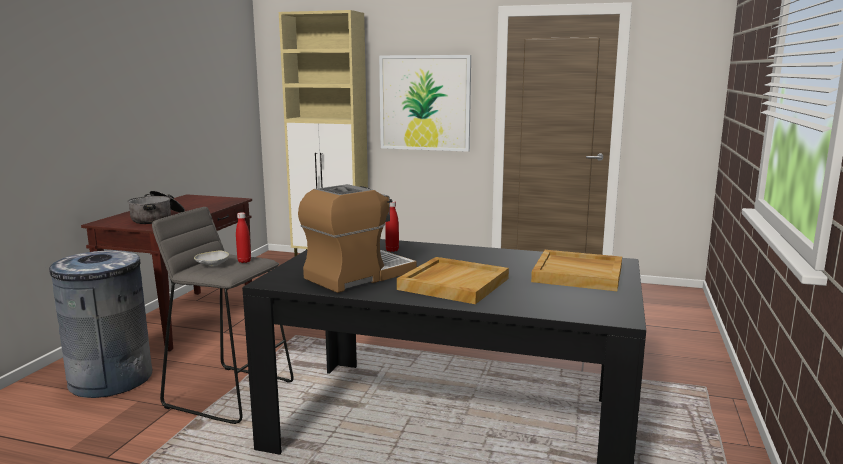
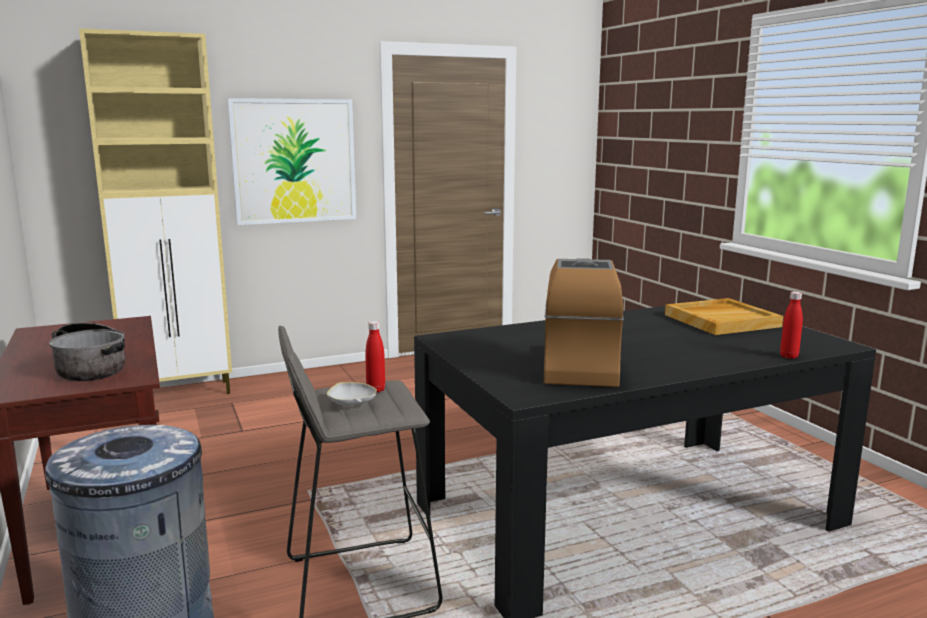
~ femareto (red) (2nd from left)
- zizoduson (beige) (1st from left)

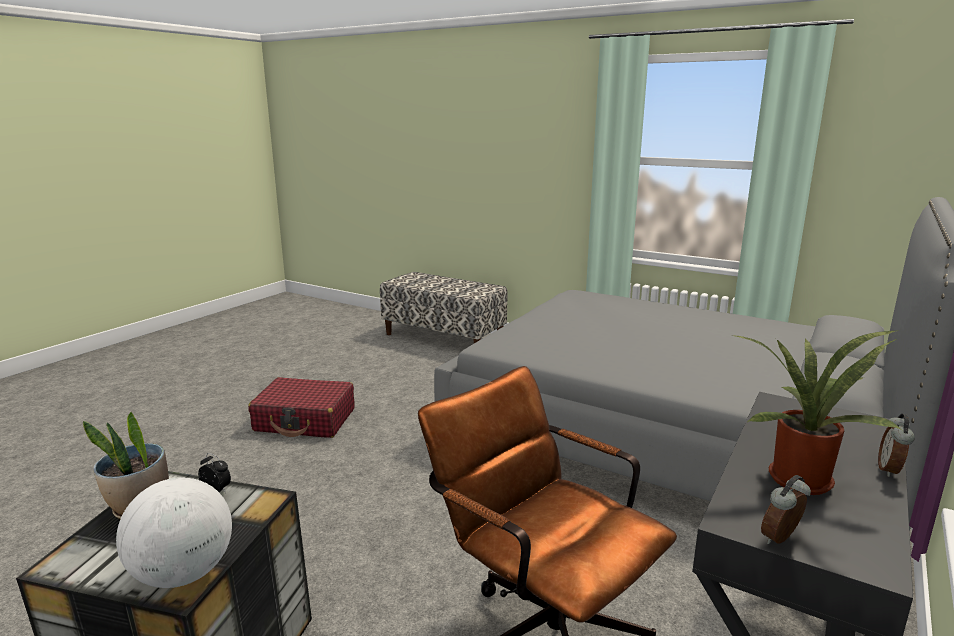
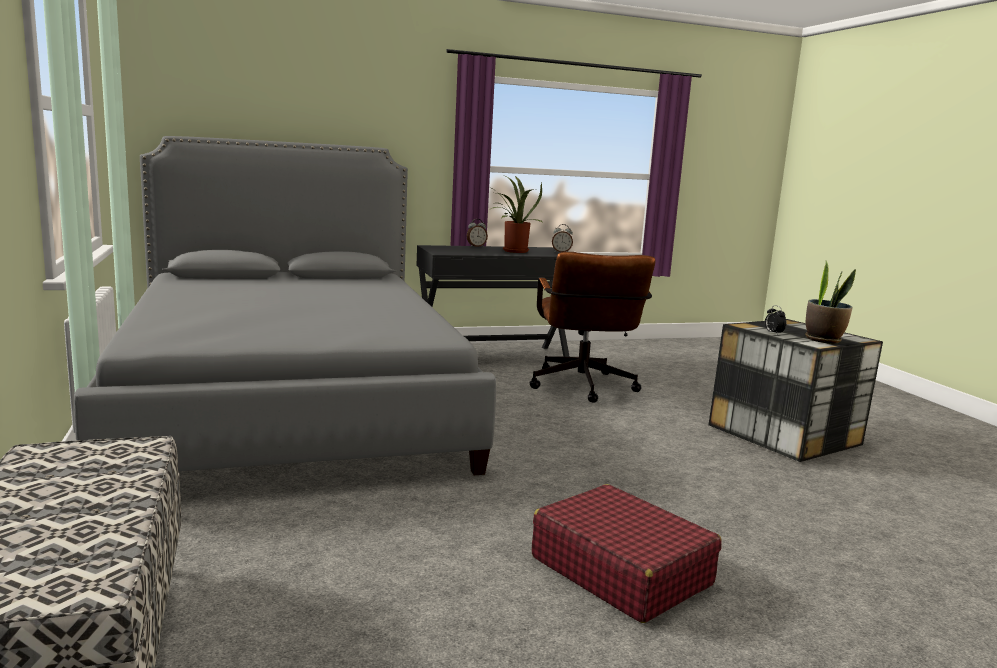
- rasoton

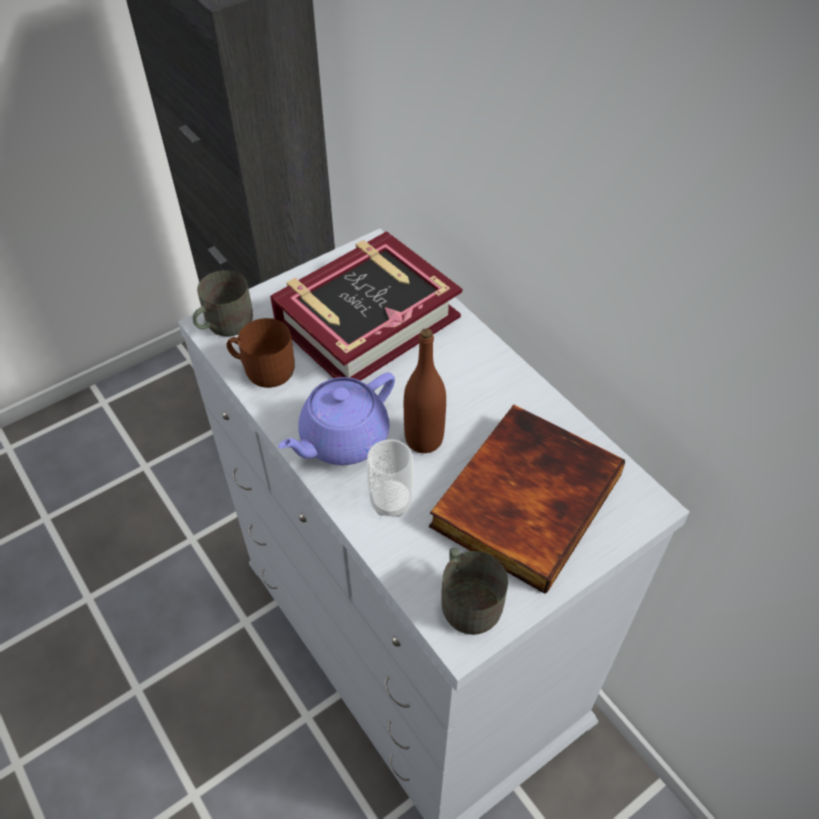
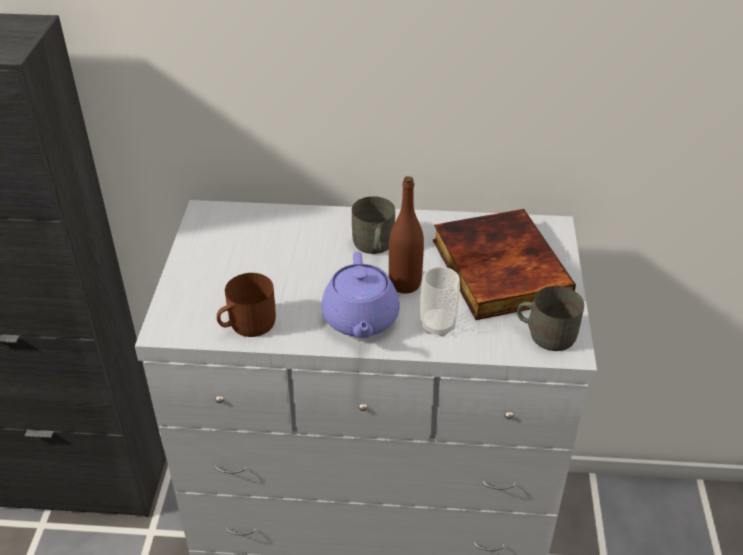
~ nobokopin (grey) (1st from left)
- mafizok (1st from left)

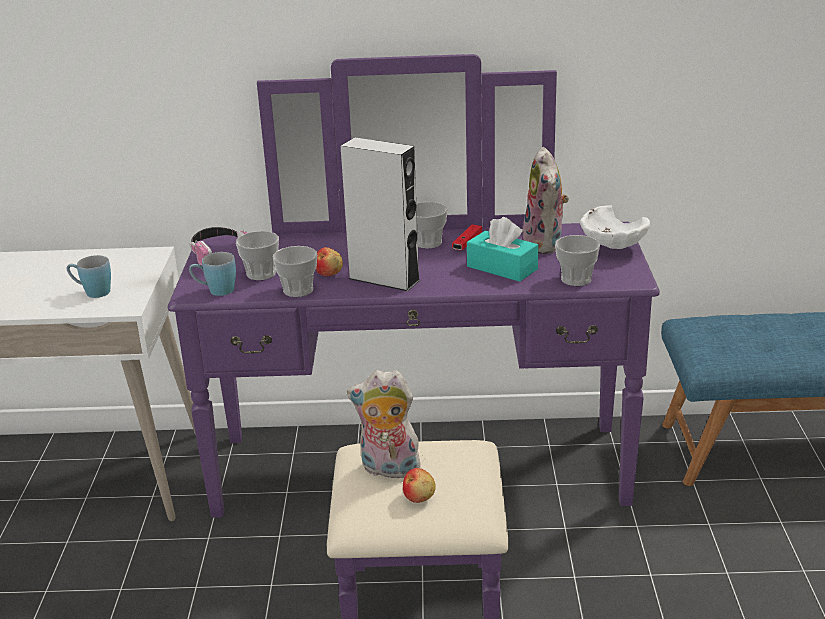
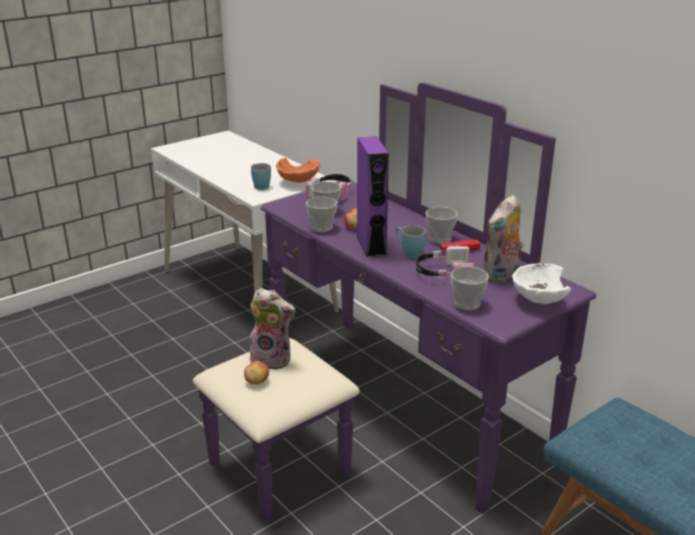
~ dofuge (1st from left) 135 degrees clockwise
+ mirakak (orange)
~ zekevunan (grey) to zekevunan (purple)
~ nobokopin (blue) (2nd from left)
~ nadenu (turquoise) to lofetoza (2nd from left)

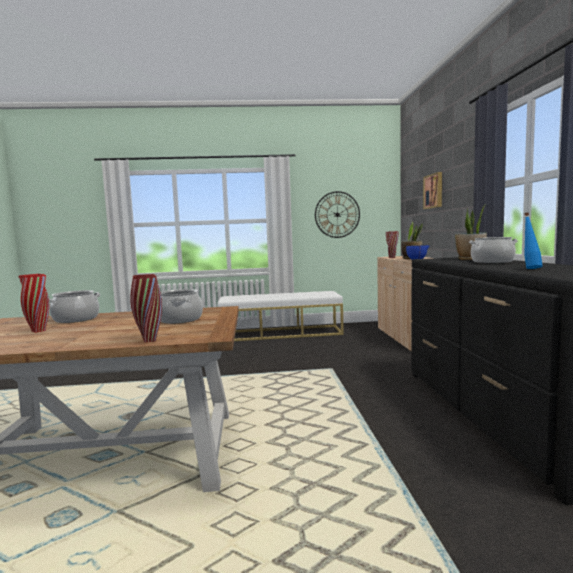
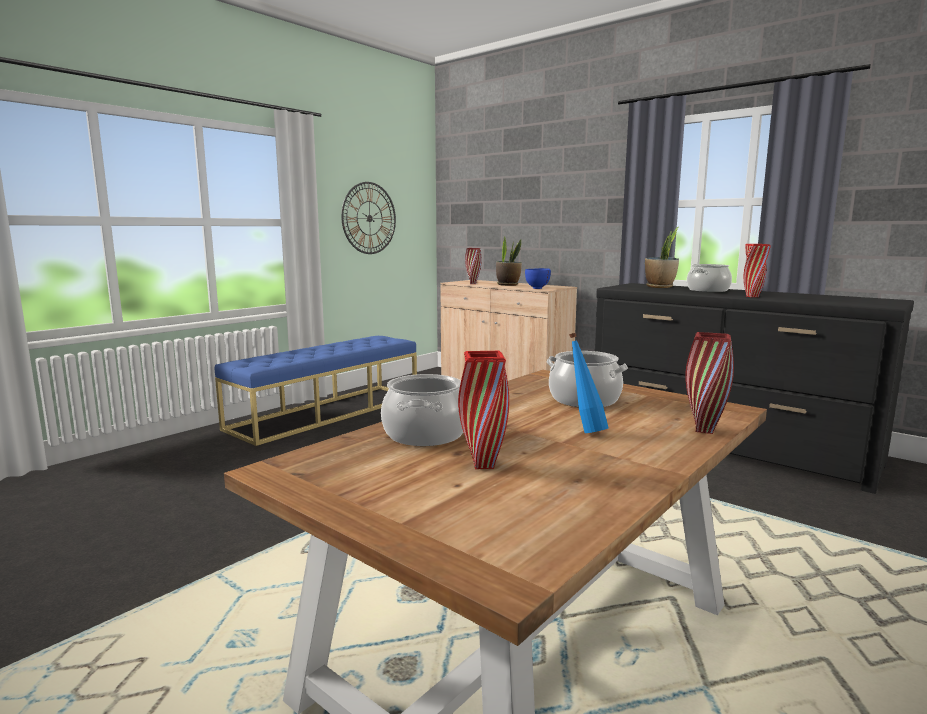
~ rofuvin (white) to rofuvin (blue)
~ femareto (blue)
+ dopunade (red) (4th from left)
- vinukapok

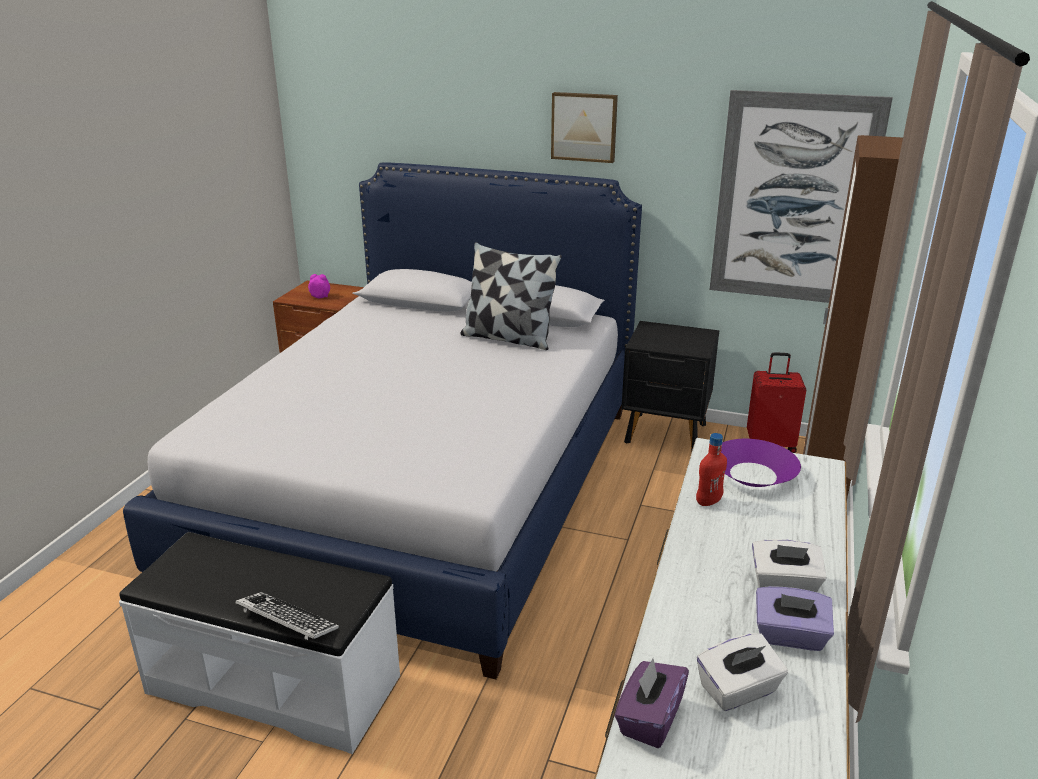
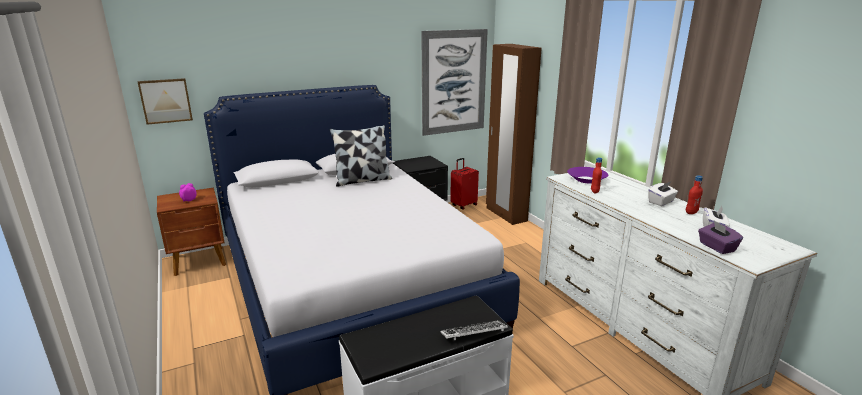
~ vinukapok (1st from left)
~ nadenu (purple) (2nd from left) to femareto (red) (2nd from left)

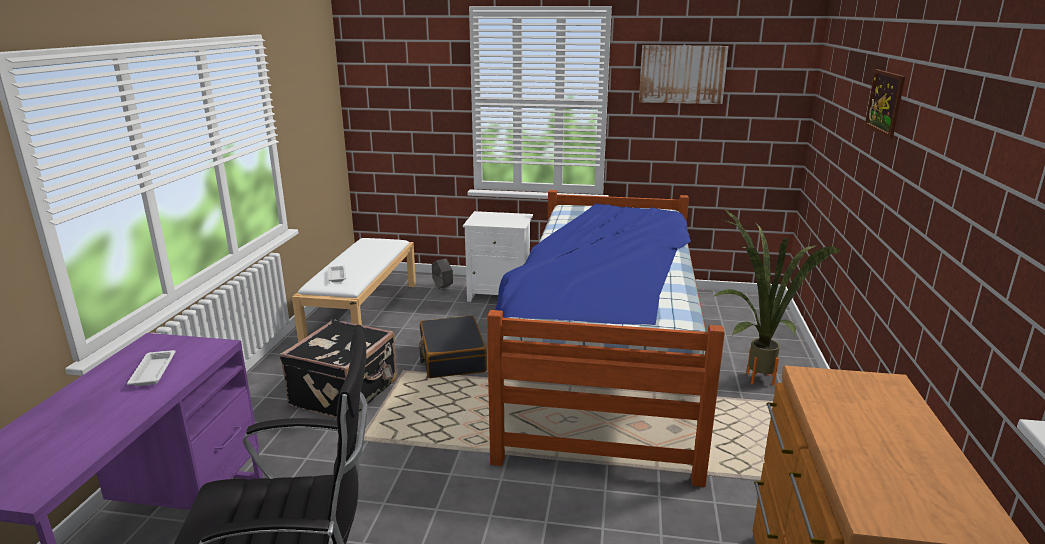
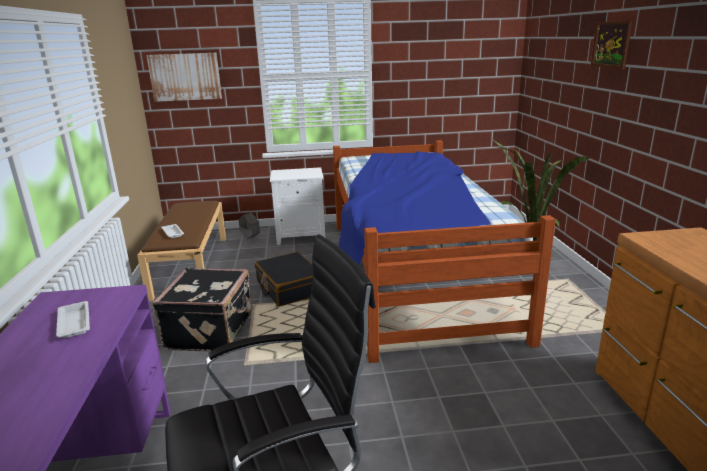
~ rofuvin (white) to rofuvin (brown)
~ vinukapok (1st from left)

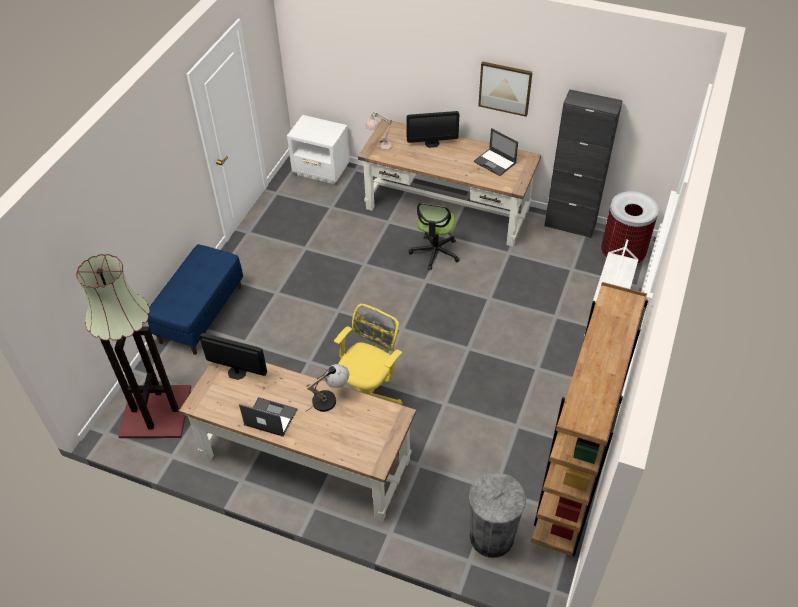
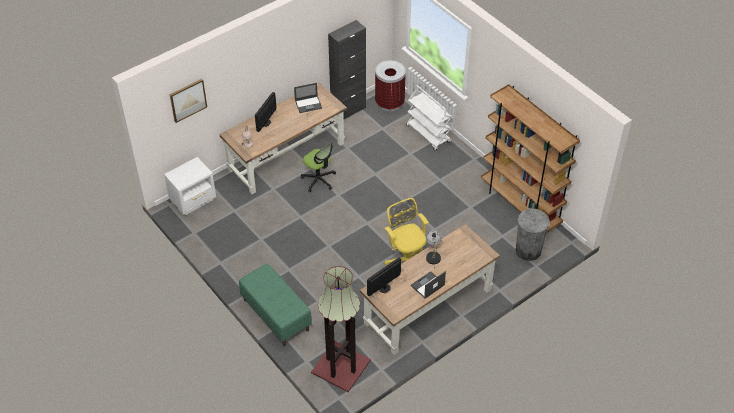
~ vinukapok
~ rofuvin (blue) to rofuvin (green)

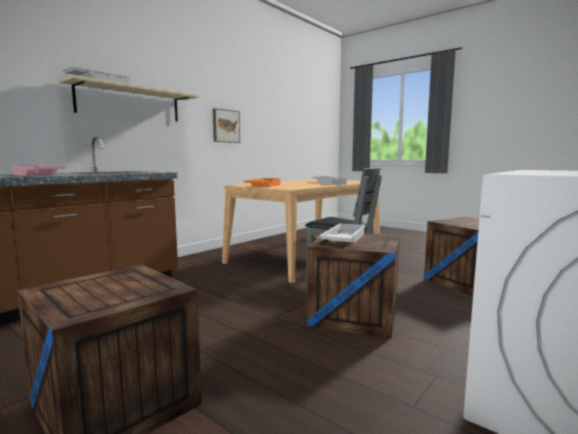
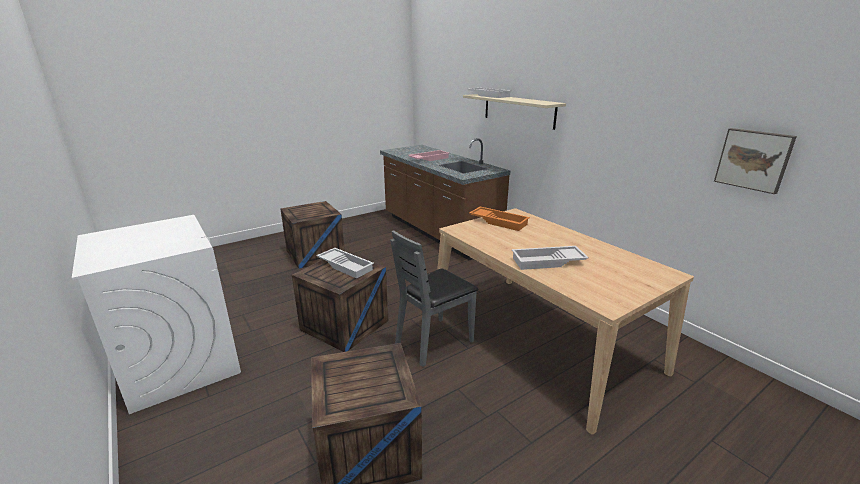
~ vinukapok

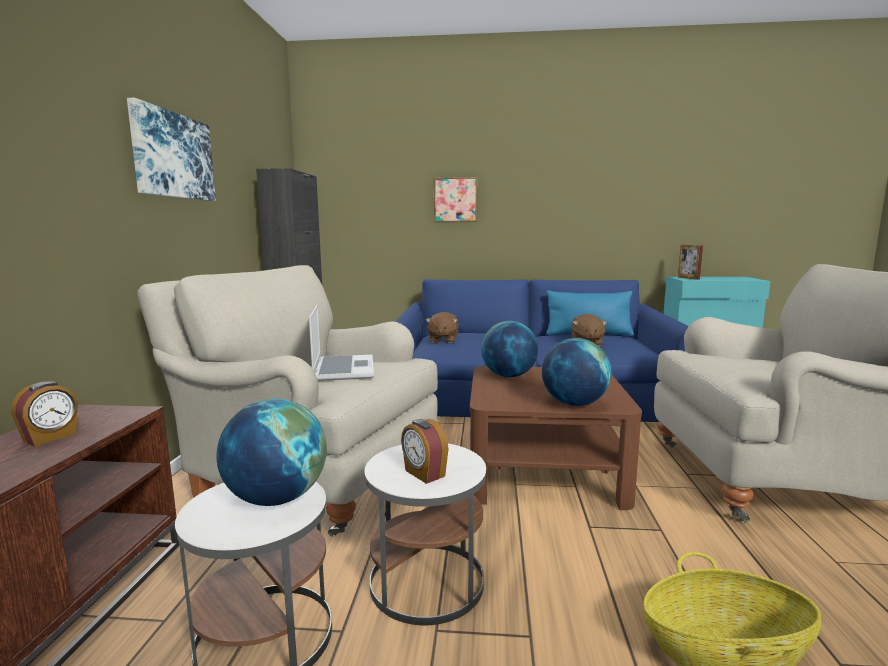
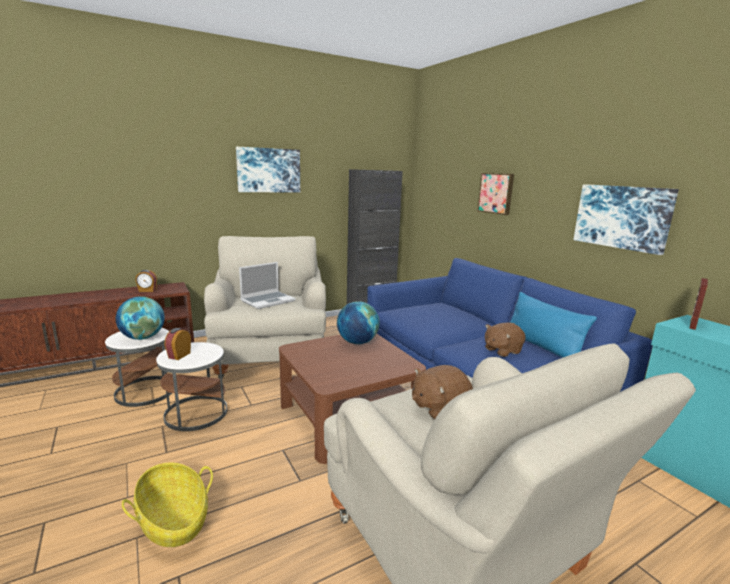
~ dofuge (brown) (1st from left)
+ vinukapok (3rd from left)
- rasoton (3rd from left)

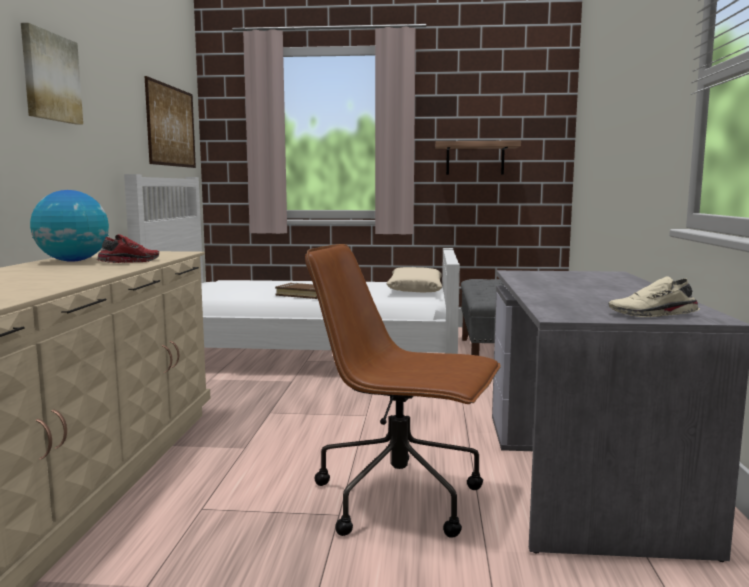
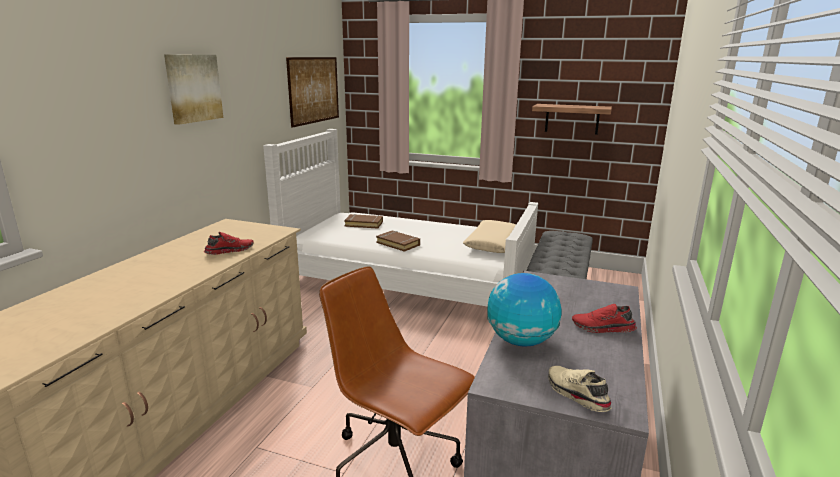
+ mafizok (brown) (1st from left)
~ rasoton
~ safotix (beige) 45 degrees clockwise
+ safotix (red) (2nd from left)

